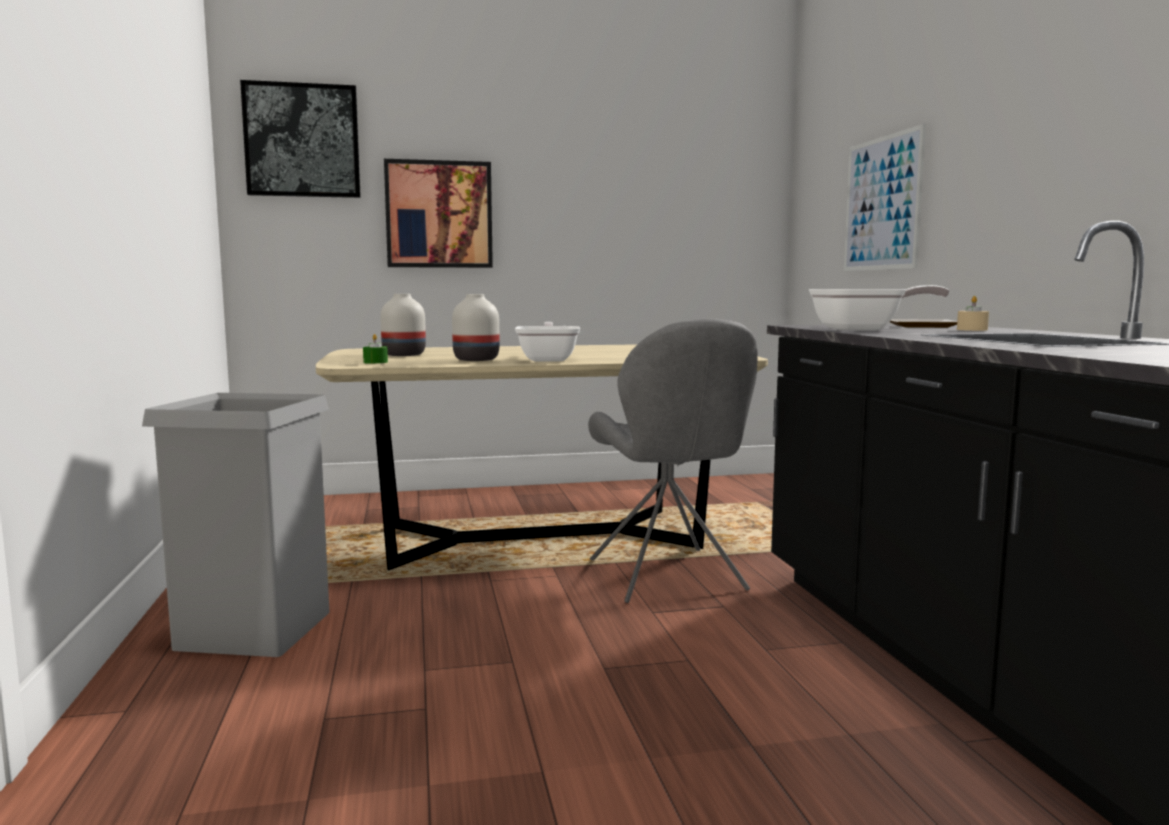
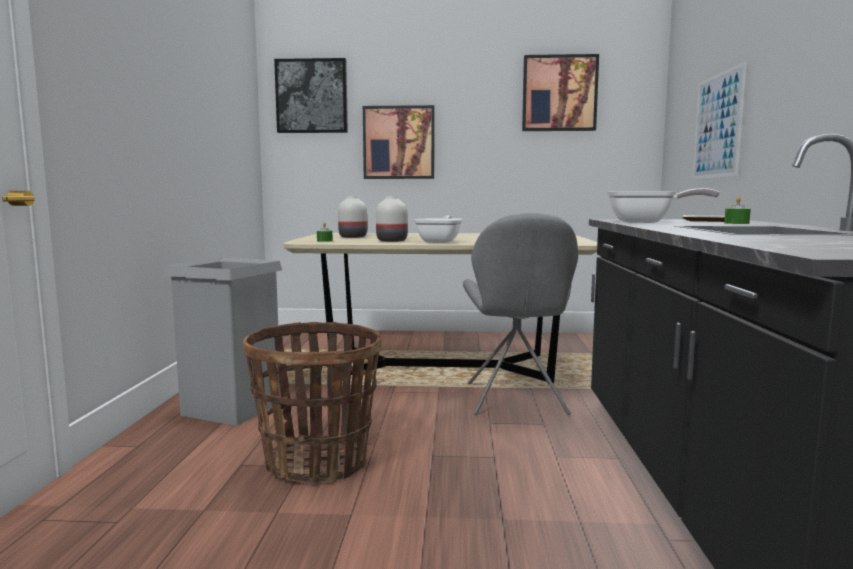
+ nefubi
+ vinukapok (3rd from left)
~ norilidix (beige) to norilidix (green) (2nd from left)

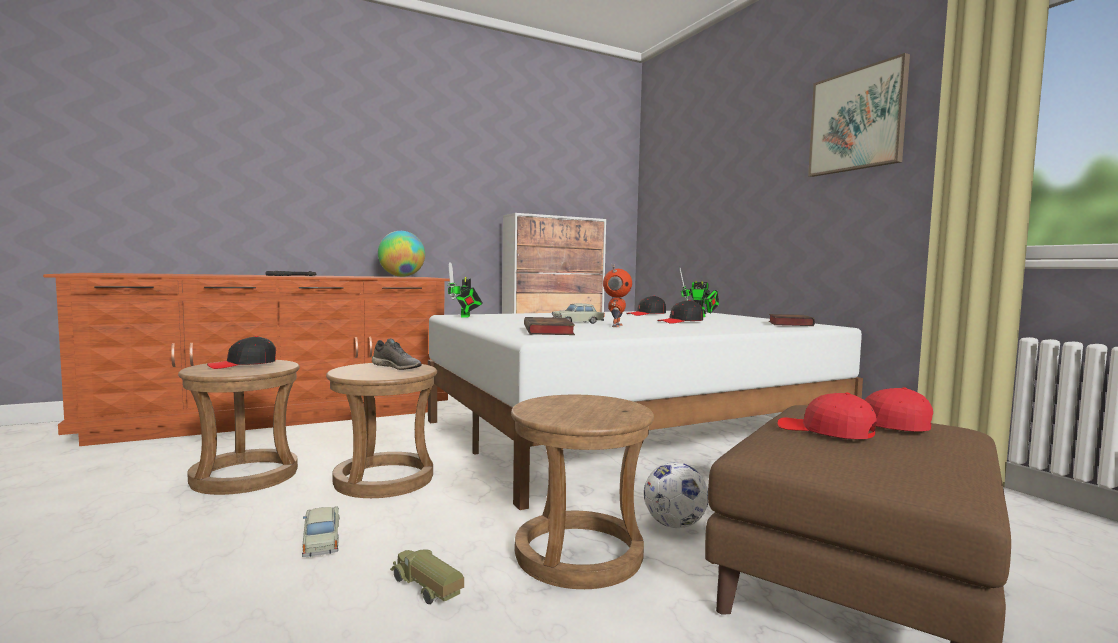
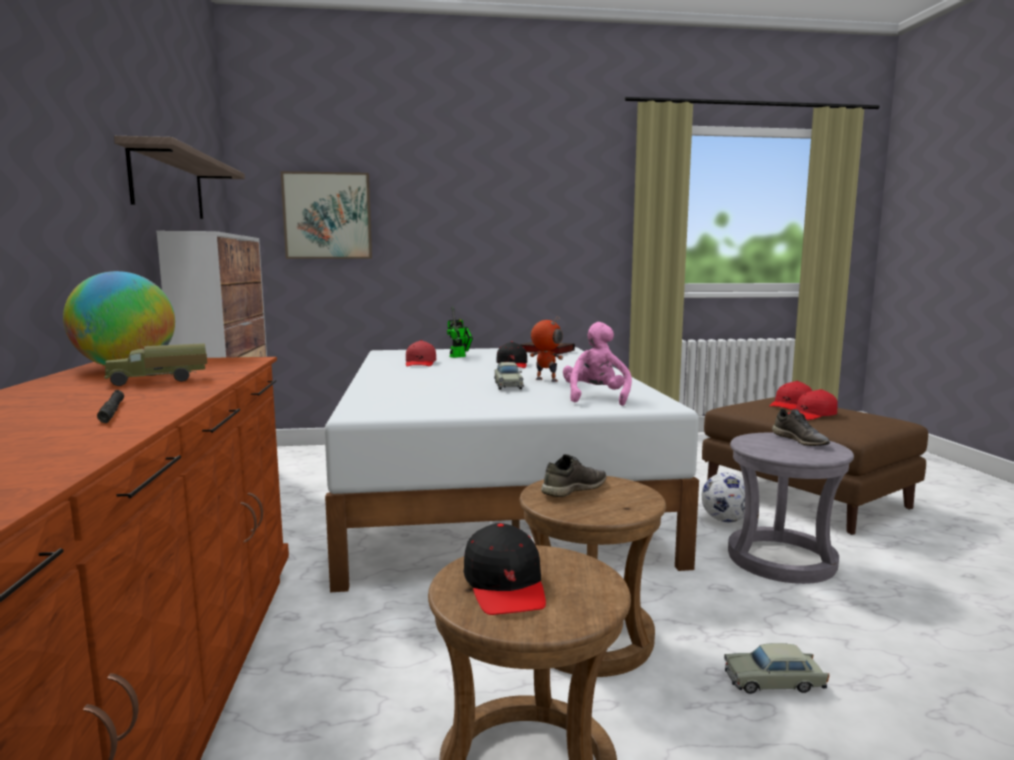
~ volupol
+ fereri
~ vinukapok
~ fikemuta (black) (2nd from left) to fikemuta (red) (1st from left)
~ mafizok (1st from left) to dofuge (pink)
~ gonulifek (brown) (3rd from left) to gonulifek (grey)
+ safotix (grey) (2nd from left)
- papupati (1st from left)

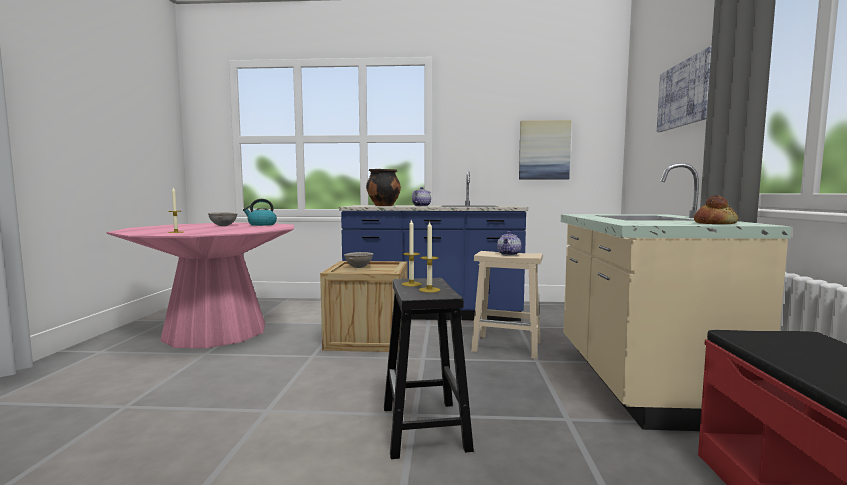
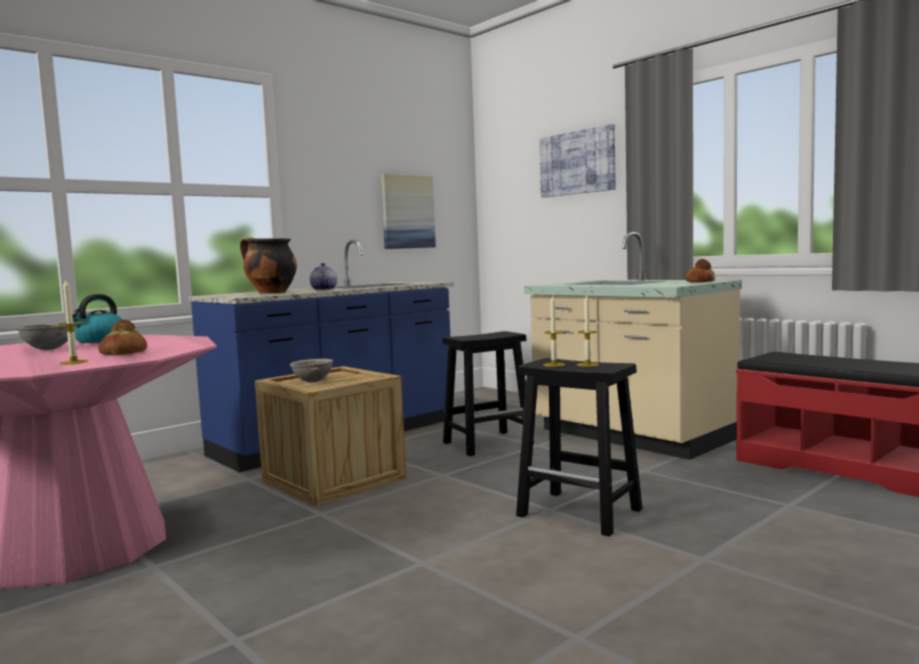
+ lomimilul (1st from left)
~ gonulifek (beige) to gonulifek (black) (1st from left)
- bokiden (2nd from left)

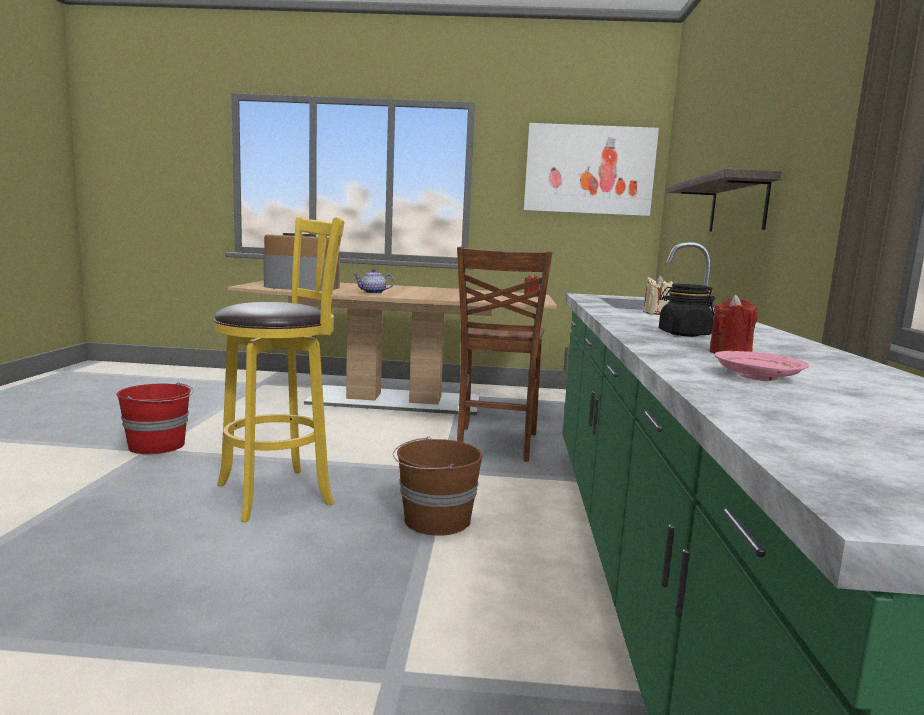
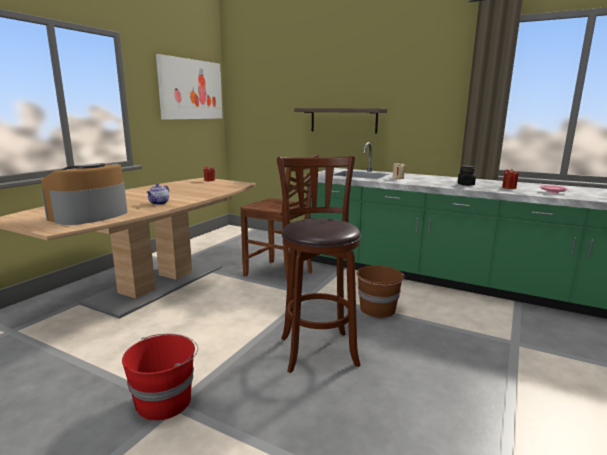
~ gonulifek (yellow) to gonulifek (brown)

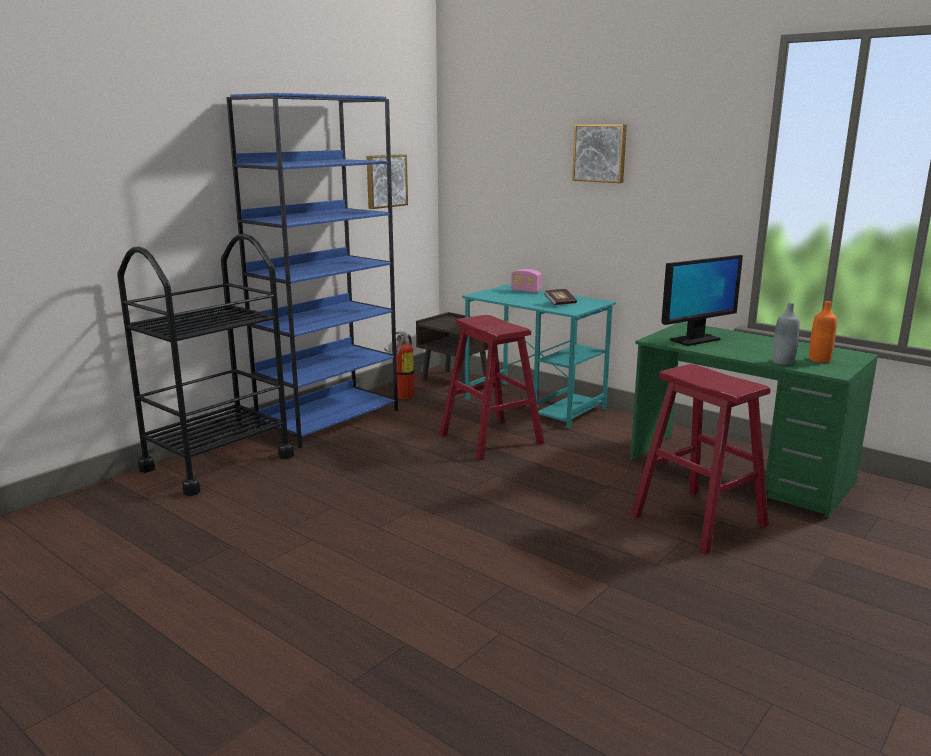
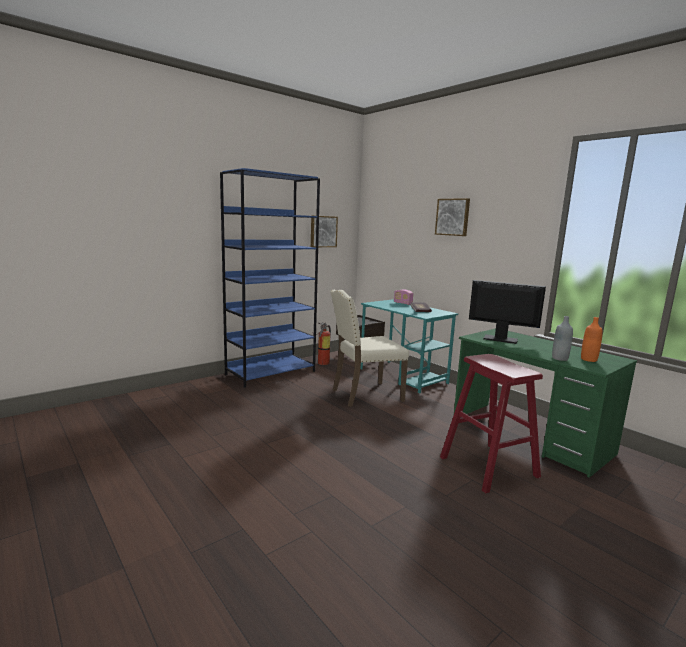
~ gonulifek (red) (1st from left) to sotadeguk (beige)
~ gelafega 135 degrees counterclockwise
- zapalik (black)

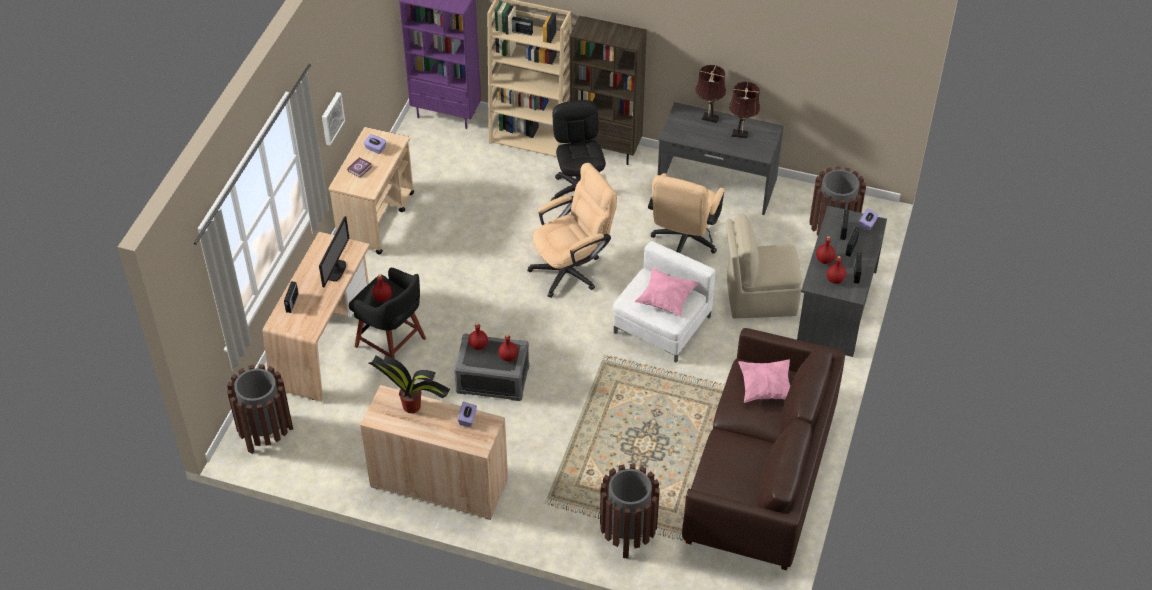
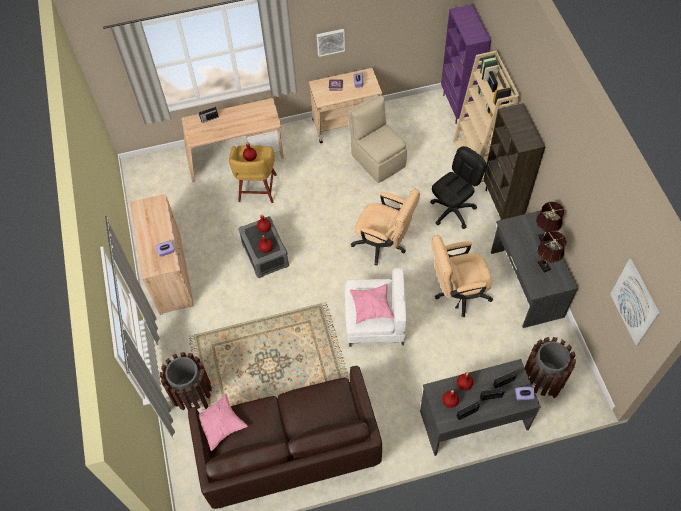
~ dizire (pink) (2nd from left in the first image) to dizire (pink) (1st from left)
~ gonulifek (black) to gonulifek (yellow)
~ sotadeguk (beige)
+ vinukapok (2nd from left)
- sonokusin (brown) (1st from left)
- gelafega
- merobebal

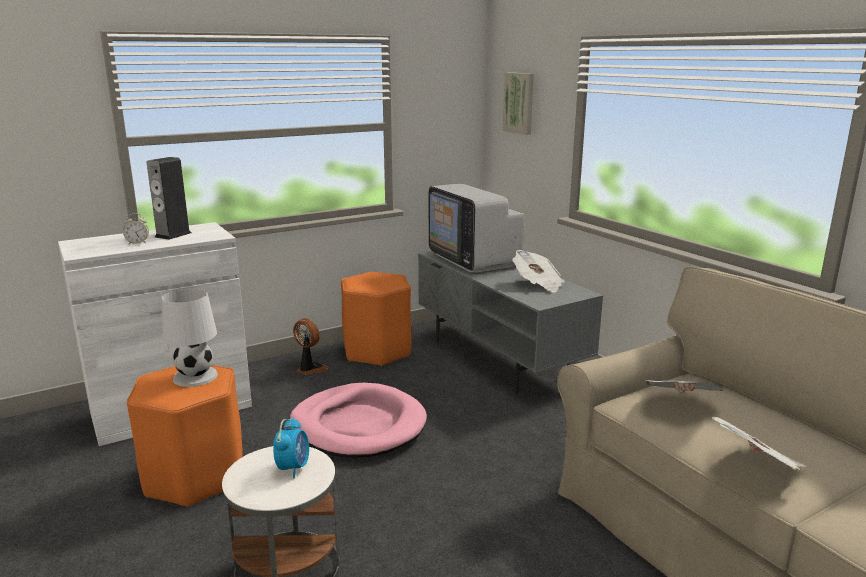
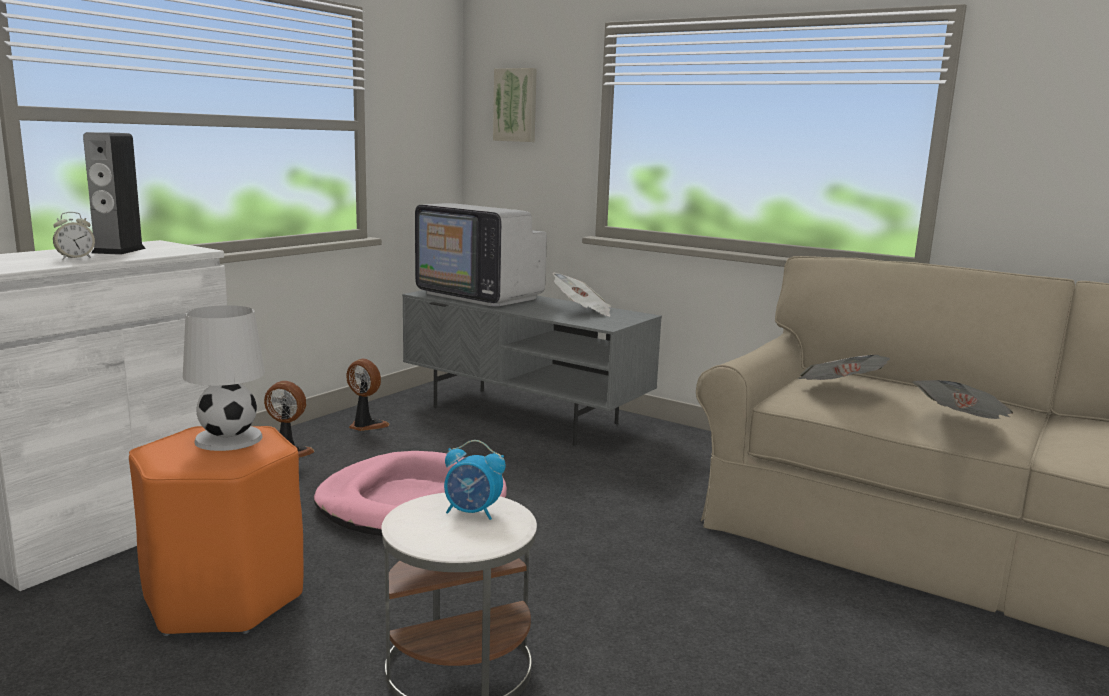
~ gonulifek (orange) (2nd from left) to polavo (2nd from left)
~ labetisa (2nd from left) 120 degrees clockwise

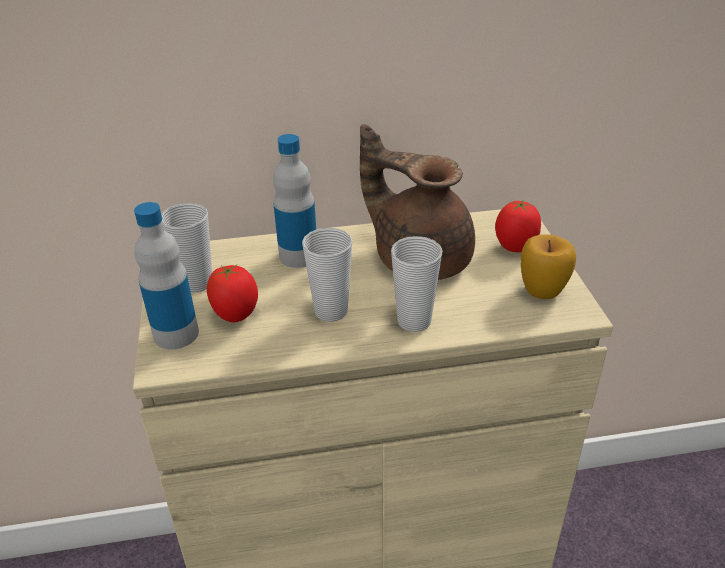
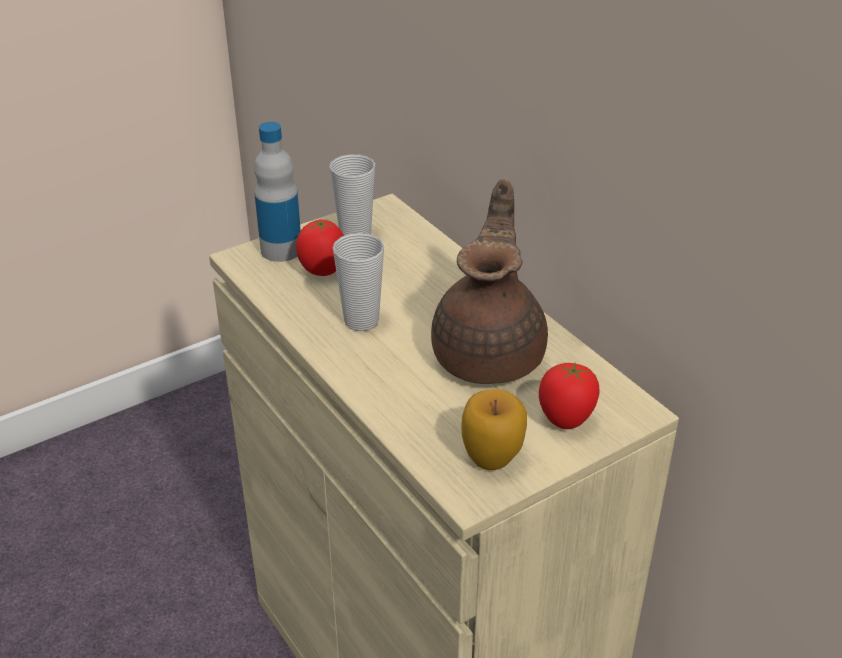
- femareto (2nd from left)
- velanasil (3rd from left)

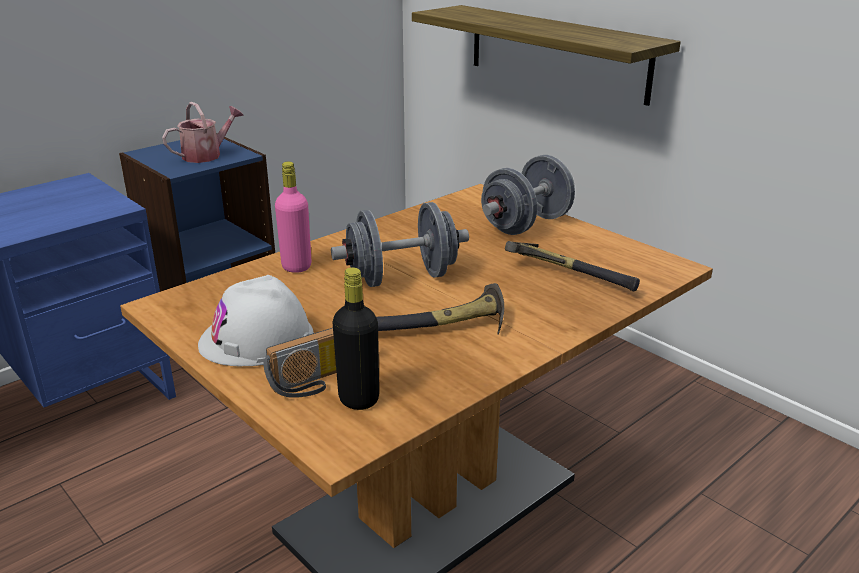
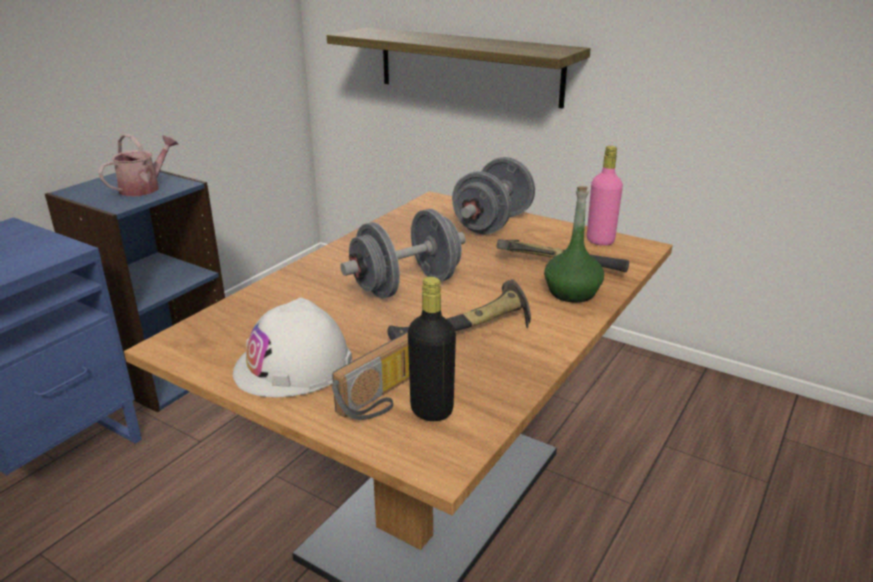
+ femareto (green)
~ femareto (pink)

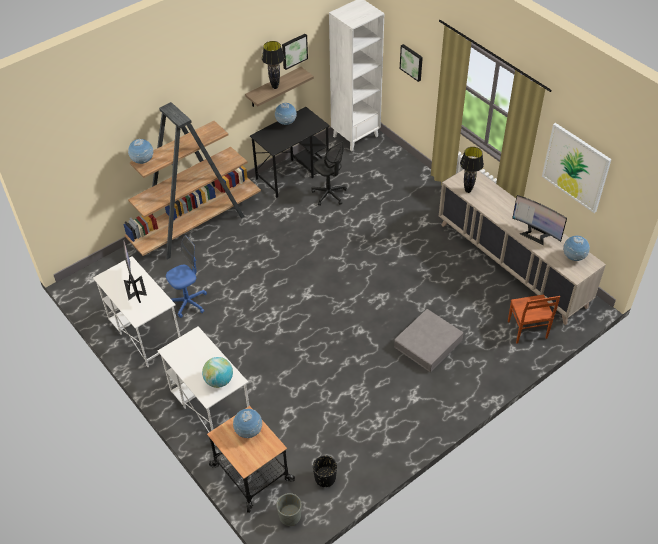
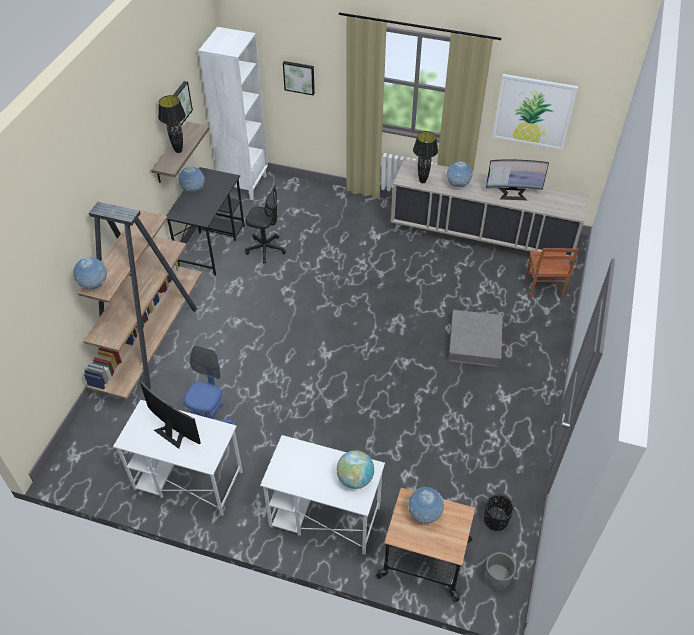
~ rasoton (5th from left)
~ sotadeguk (brown) 45 degrees clockwise

